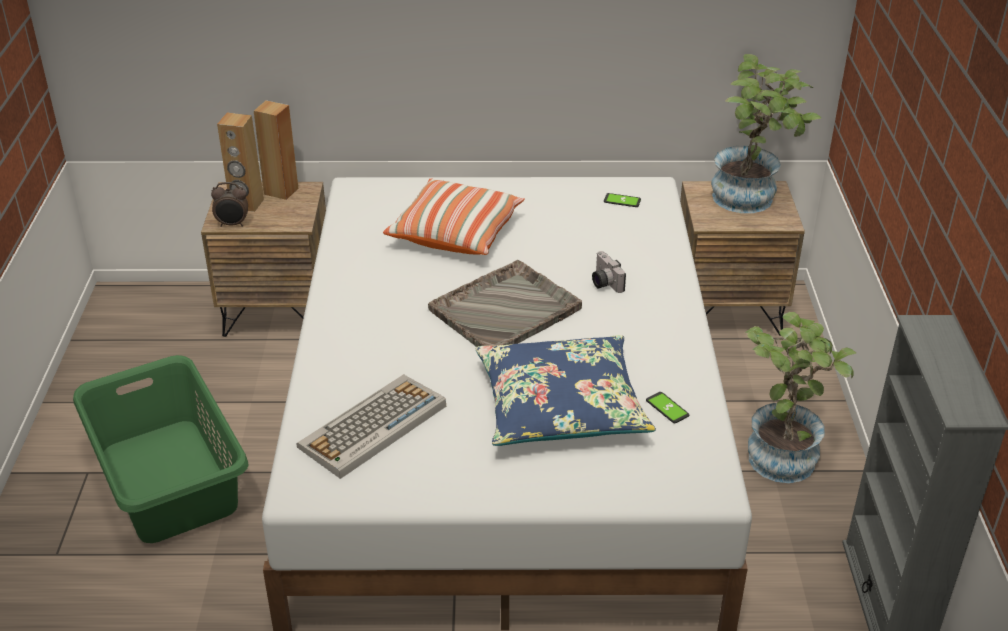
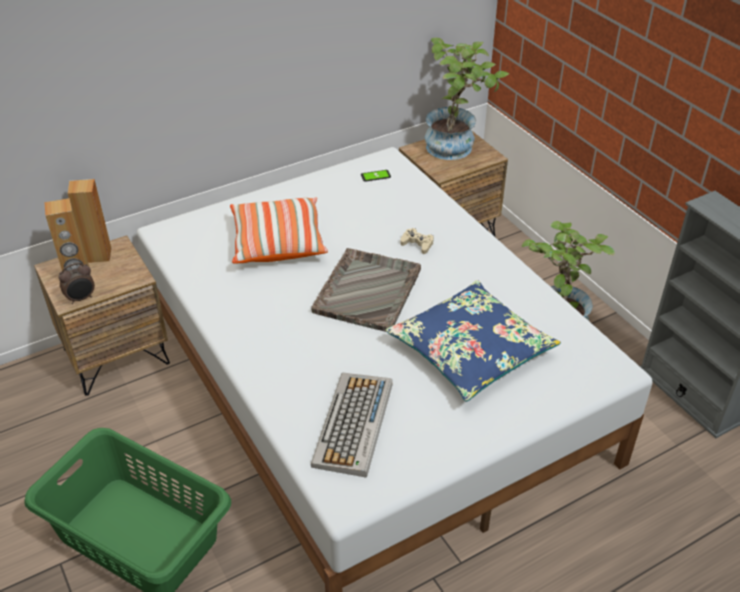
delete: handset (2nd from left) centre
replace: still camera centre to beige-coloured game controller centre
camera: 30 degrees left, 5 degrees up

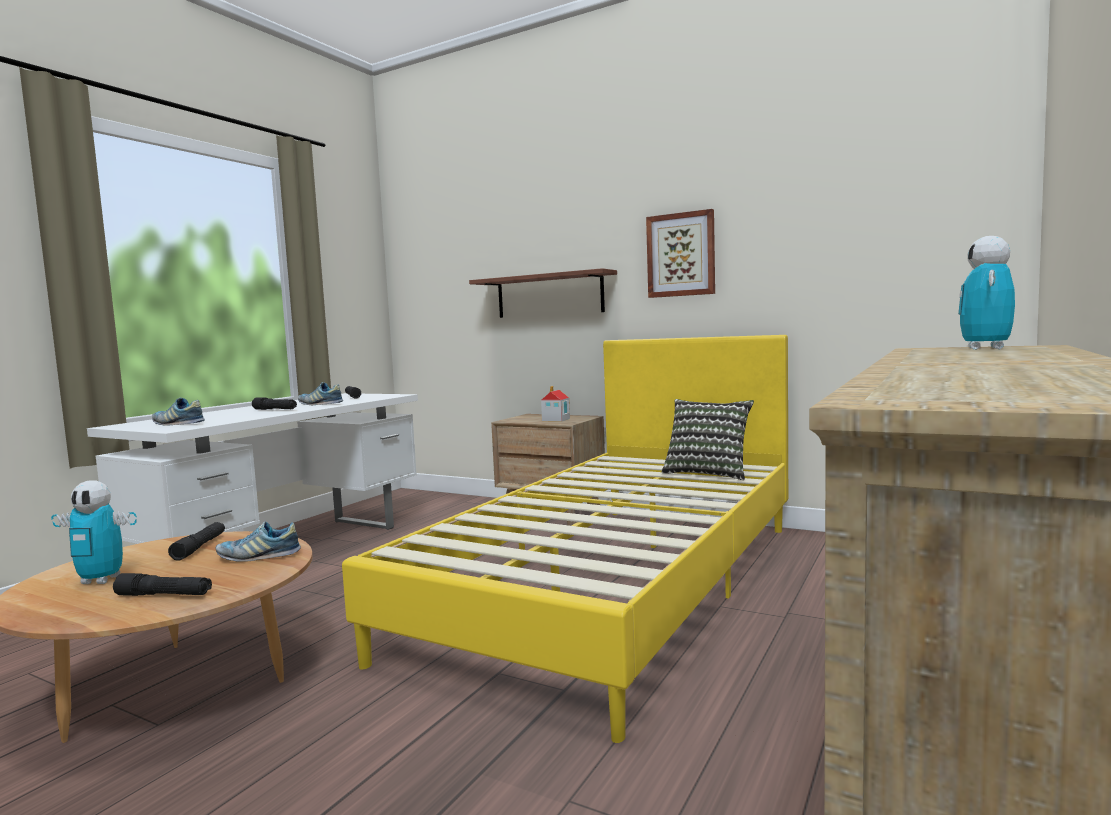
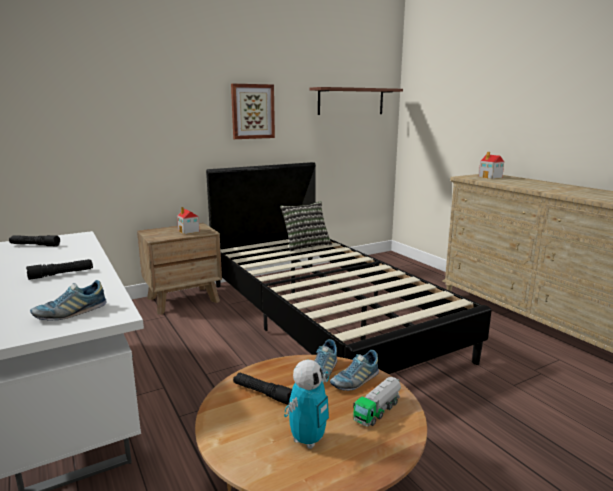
move: low shoe (3rd from left) middle left to bottom centre; shelf centre to top centre
replace: black-coloured hand torch (1st from left) bottom left to toy truck bottom centre; robot figure (2nd from left) middle right to toy house (2nd from left) middle right
recolor: yellowish sleeping bed centre to black-coloured sleeping bed centre
camera: 60 degrees left, 10 degrees up

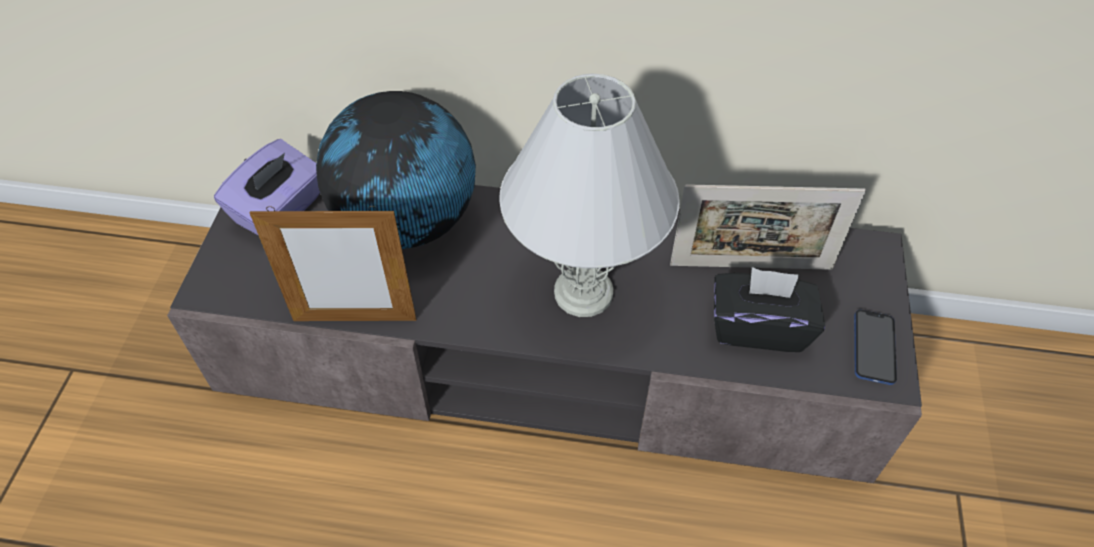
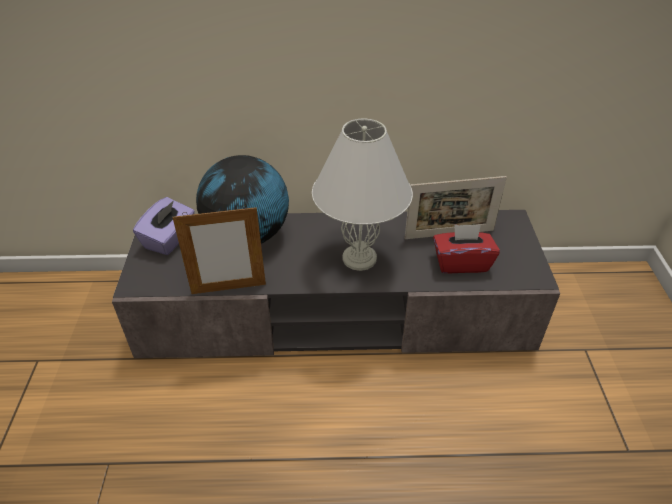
delete: handset middle right
recolor: black-coloured tissue box middle right to reddish tissue box middle right
camera: 10 degrees left, 10 degrees down

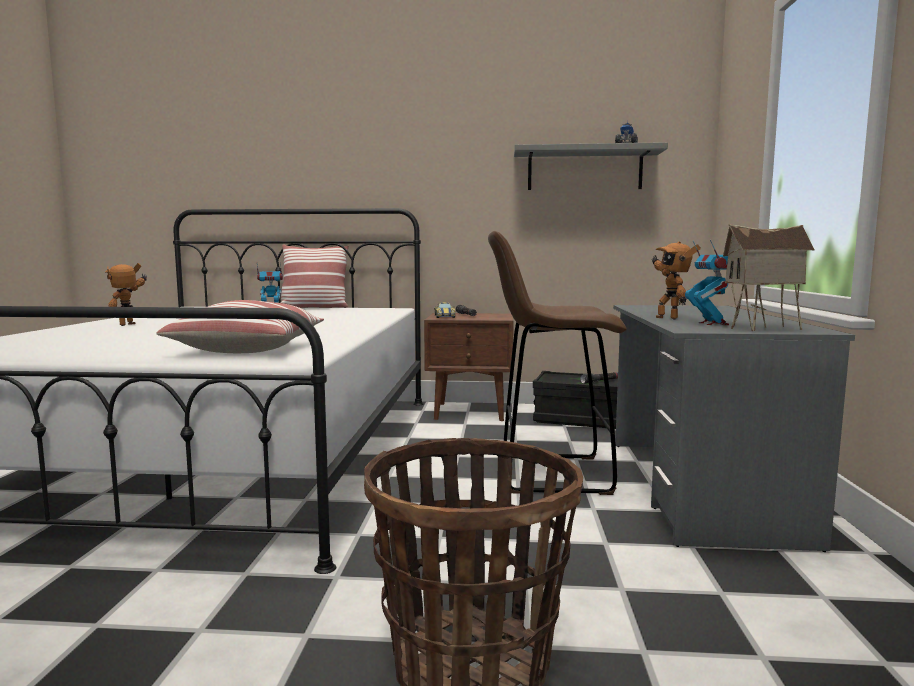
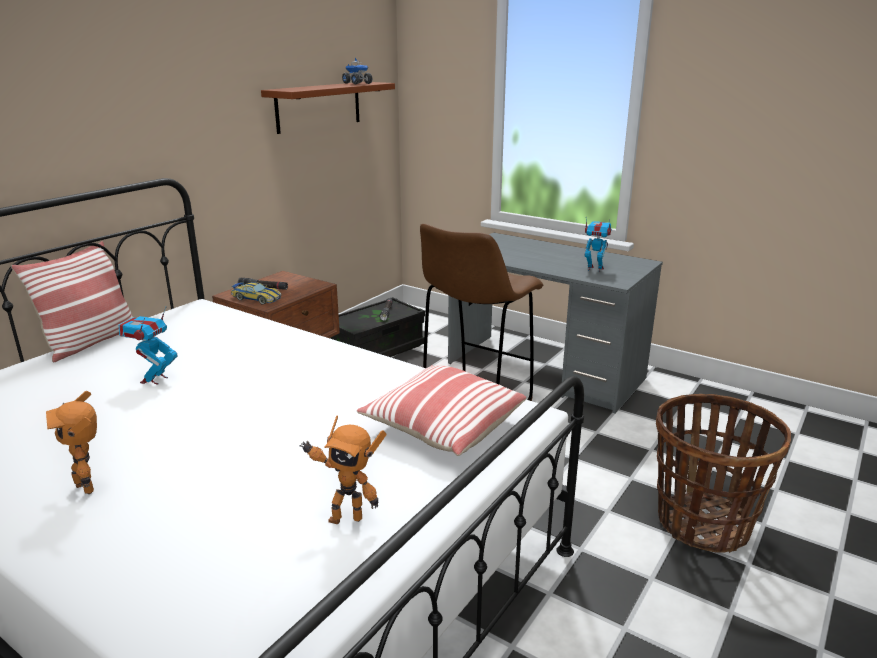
delete: toy house middle right
move: robot figure (3rd from left) middle right to bottom centre
recolor: grey shelf top centre to brown-coloured shelf top centre
camera: 60 degrees left, 15 degrees up

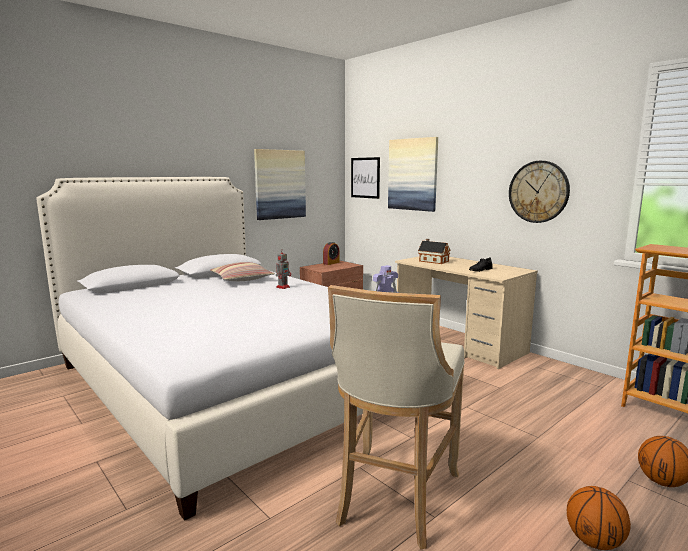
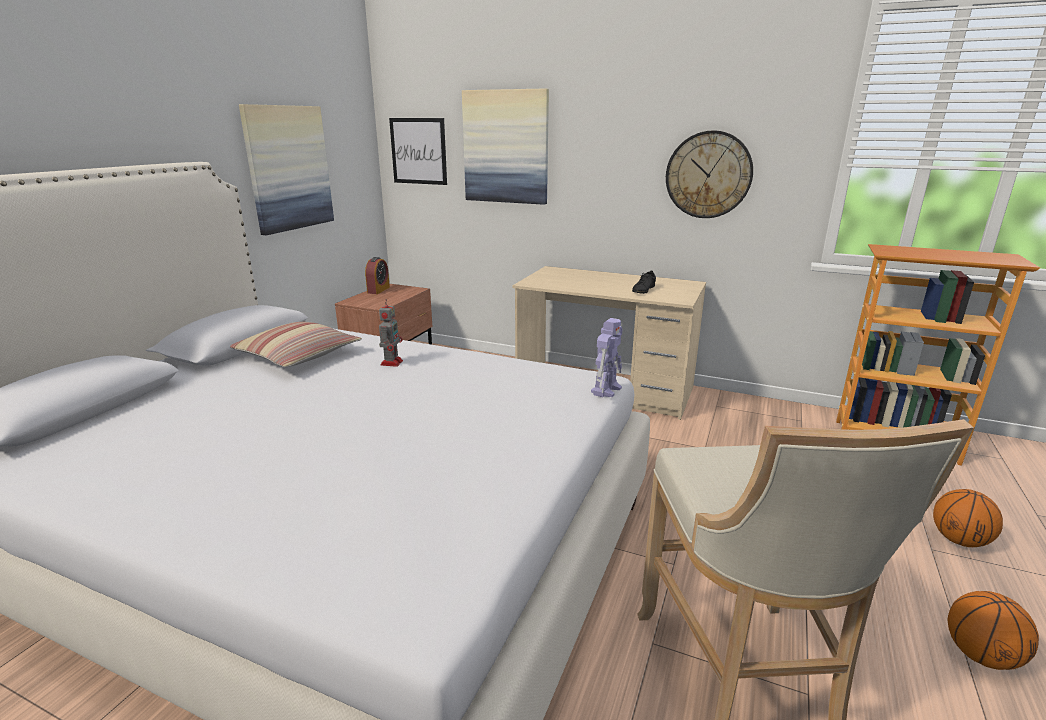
delete: toy house centre
camera: 25 degrees left, 10 degrees up

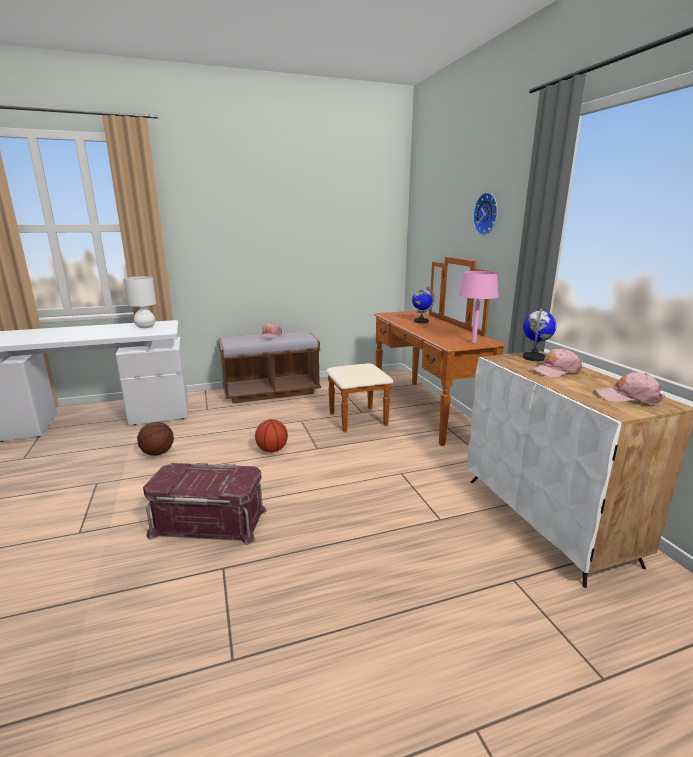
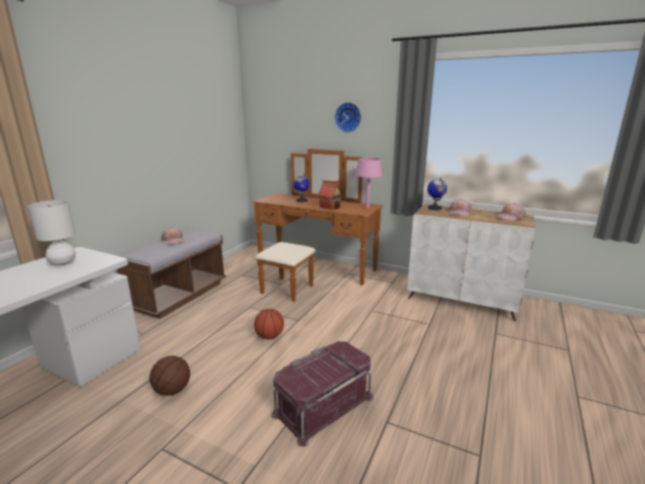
insert: toy house centre
camera: 45 degrees left, 0 degrees up

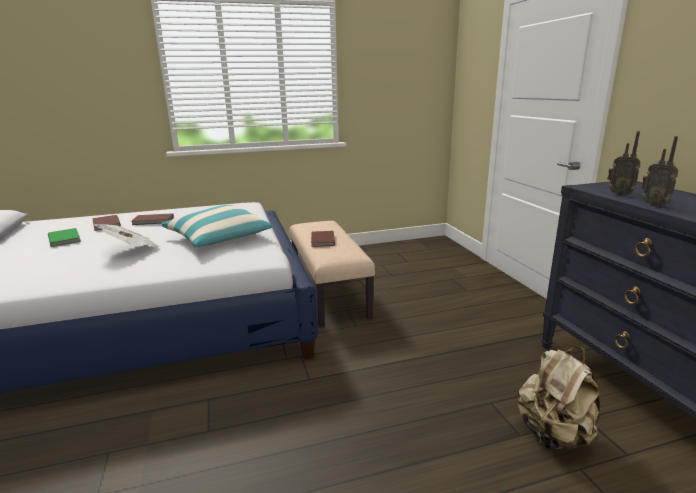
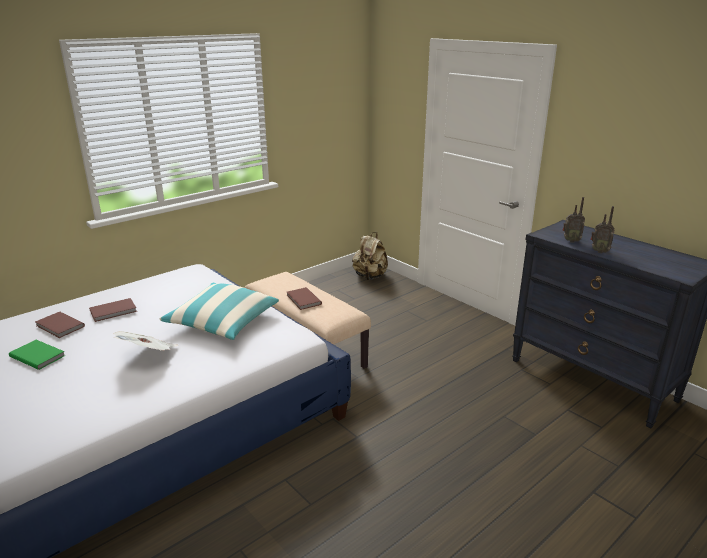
move: beige-coloured backpack bottom right to centre
camera: 25 degrees left, 5 degrees up

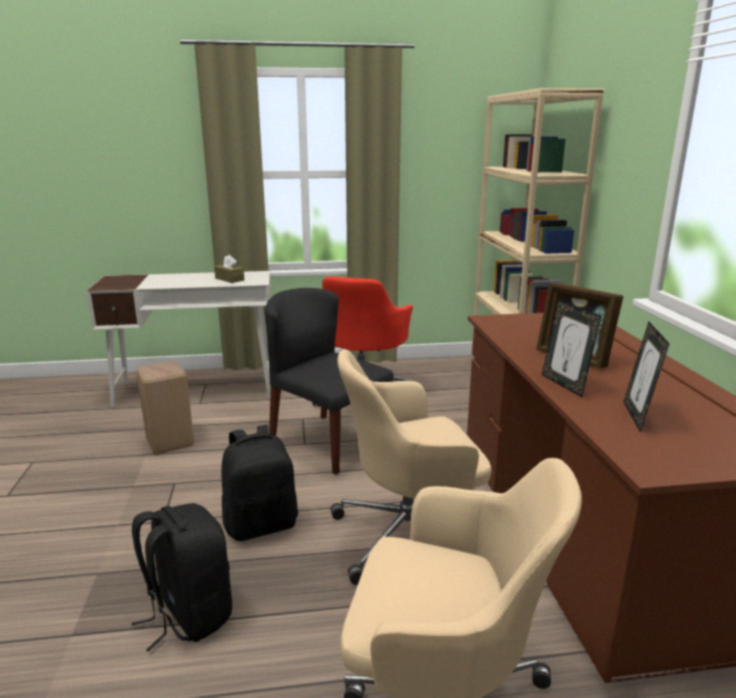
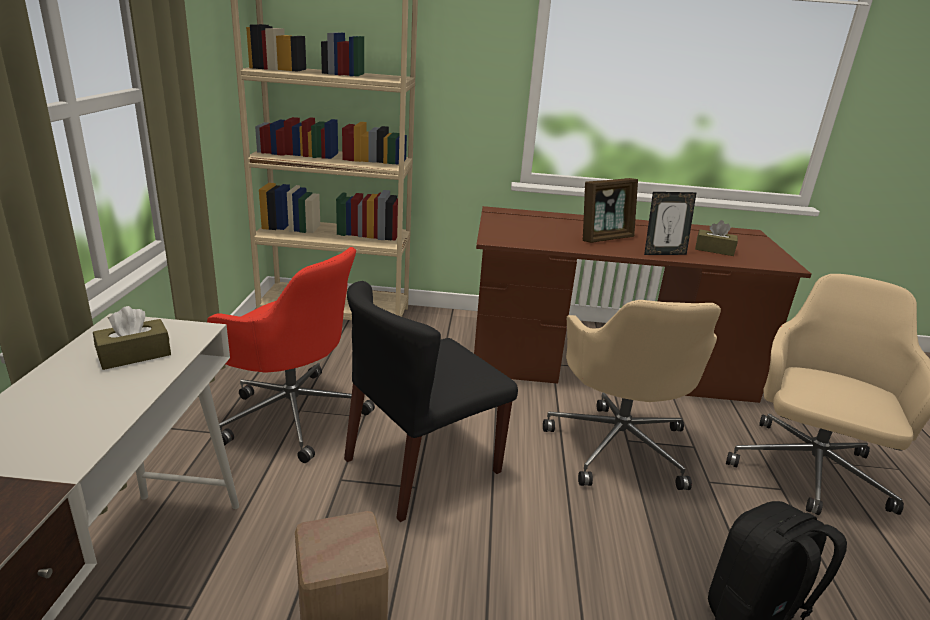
delete: black-coloured backpack (2nd from left) bottom centre
replace: photo frame (3rd from left) middle right to brown-coloured tissue box (2nd from left) middle right
camera: 80 degrees left, 5 degrees up

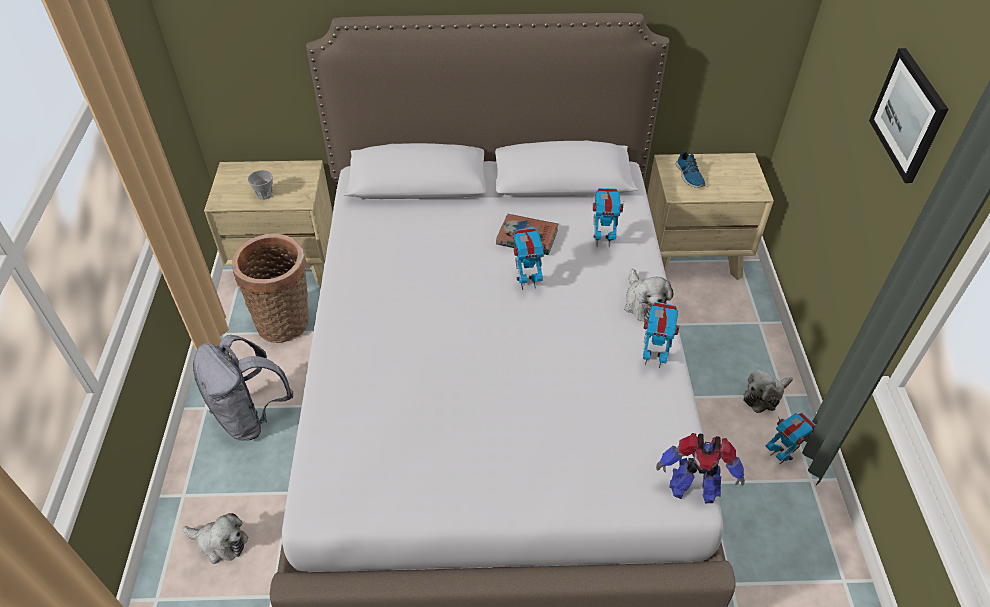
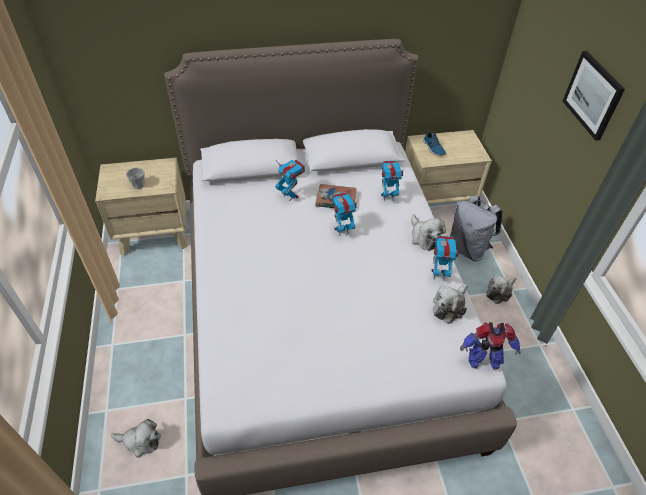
delete: household basket middle left
insert: cuddly toy (3rd from left) middle right
move: grey backpack middle left to middle right; robot figure (5th from left in the first image) bottom right to robot figure (1st from left) centre
camera: 10 degrees left, 0 degrees up

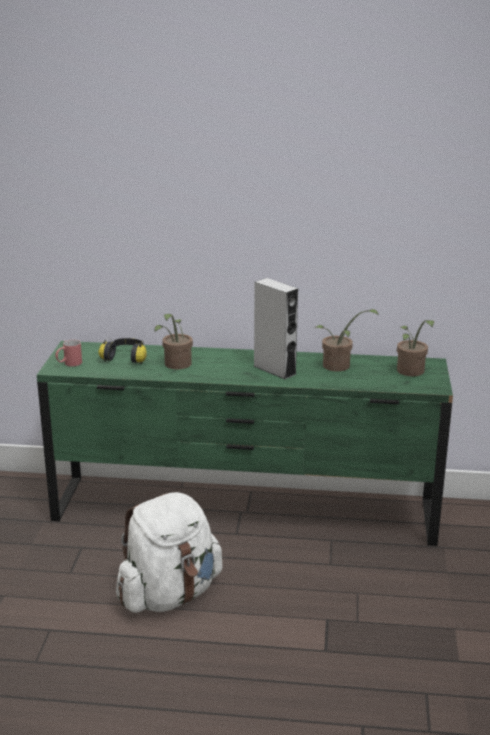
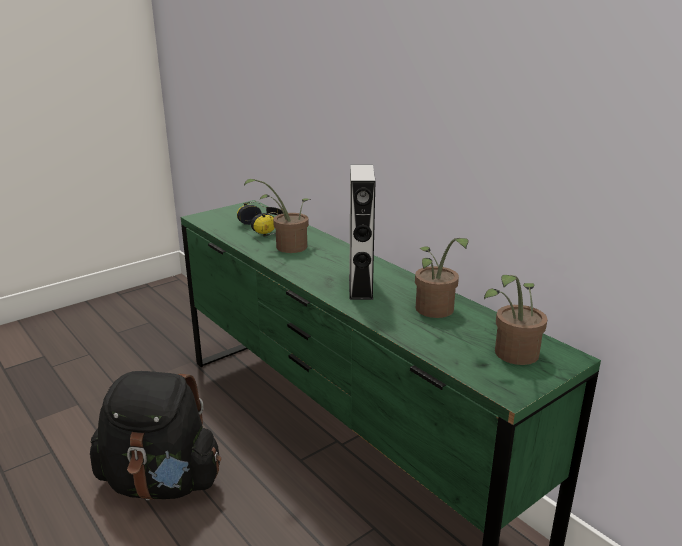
delete: reddish coffee mug middle left
recolor: white-coloured backpack bottom centre to black-coloured backpack bottom left
camera: 45 degrees right, 0 degrees up

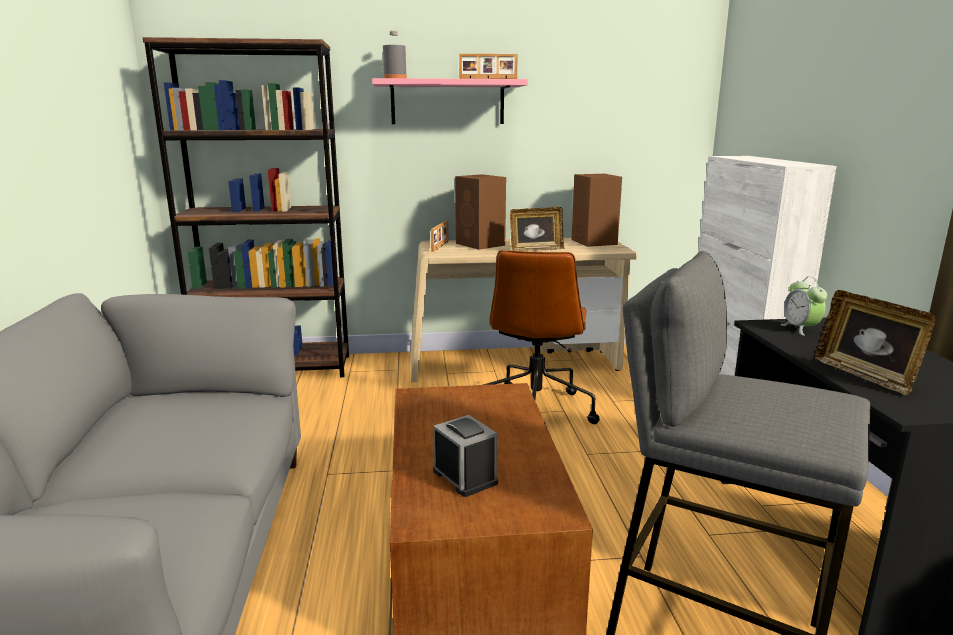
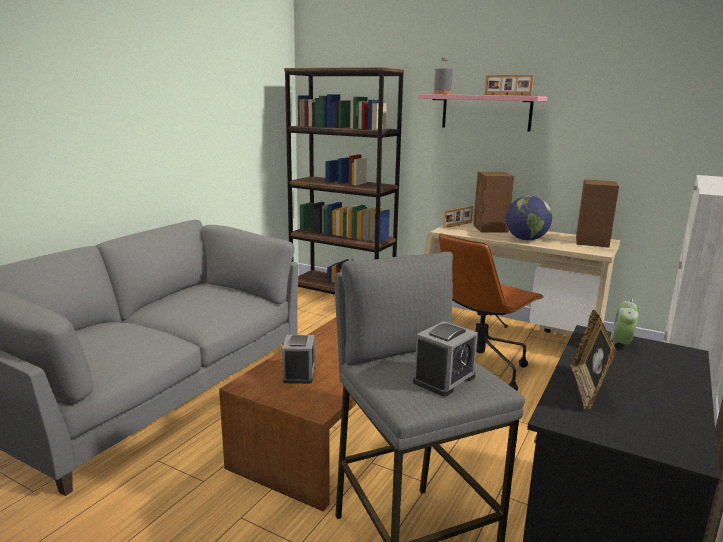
insert: table clock (2nd from left) centre
replace: photo frame (3rd from left) centre to world globe middle right
camera: 35 degrees right, 0 degrees up

